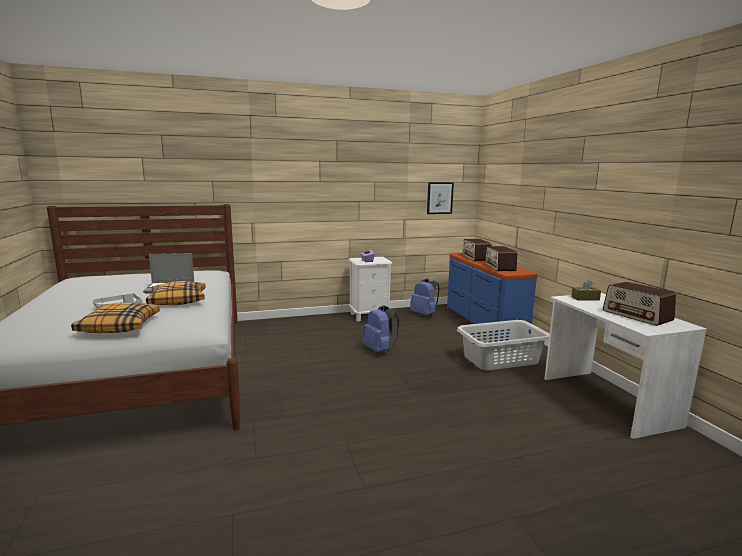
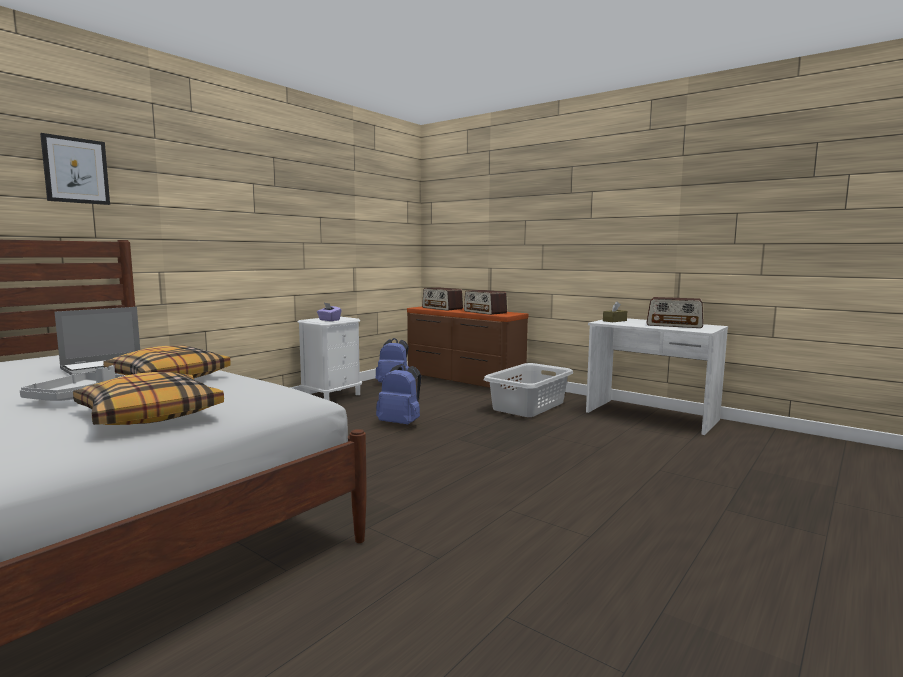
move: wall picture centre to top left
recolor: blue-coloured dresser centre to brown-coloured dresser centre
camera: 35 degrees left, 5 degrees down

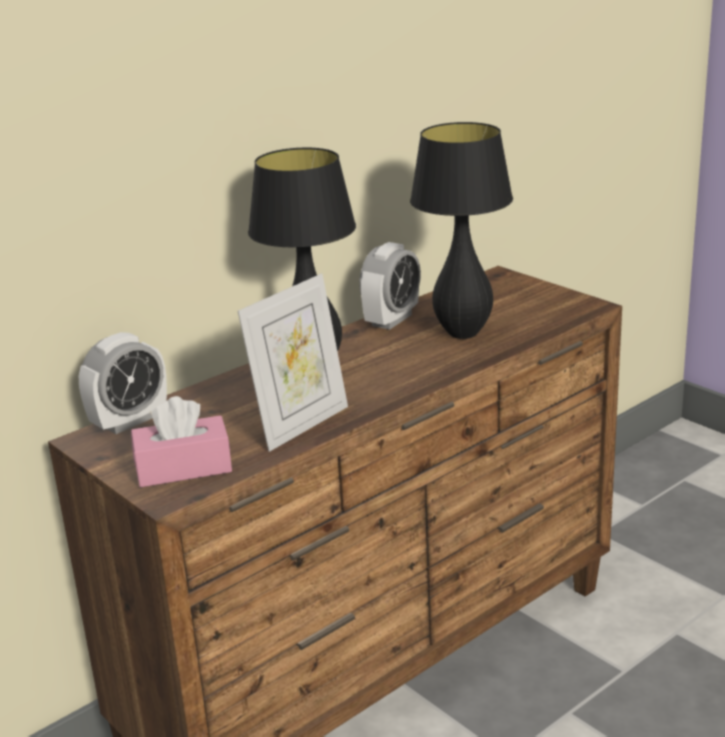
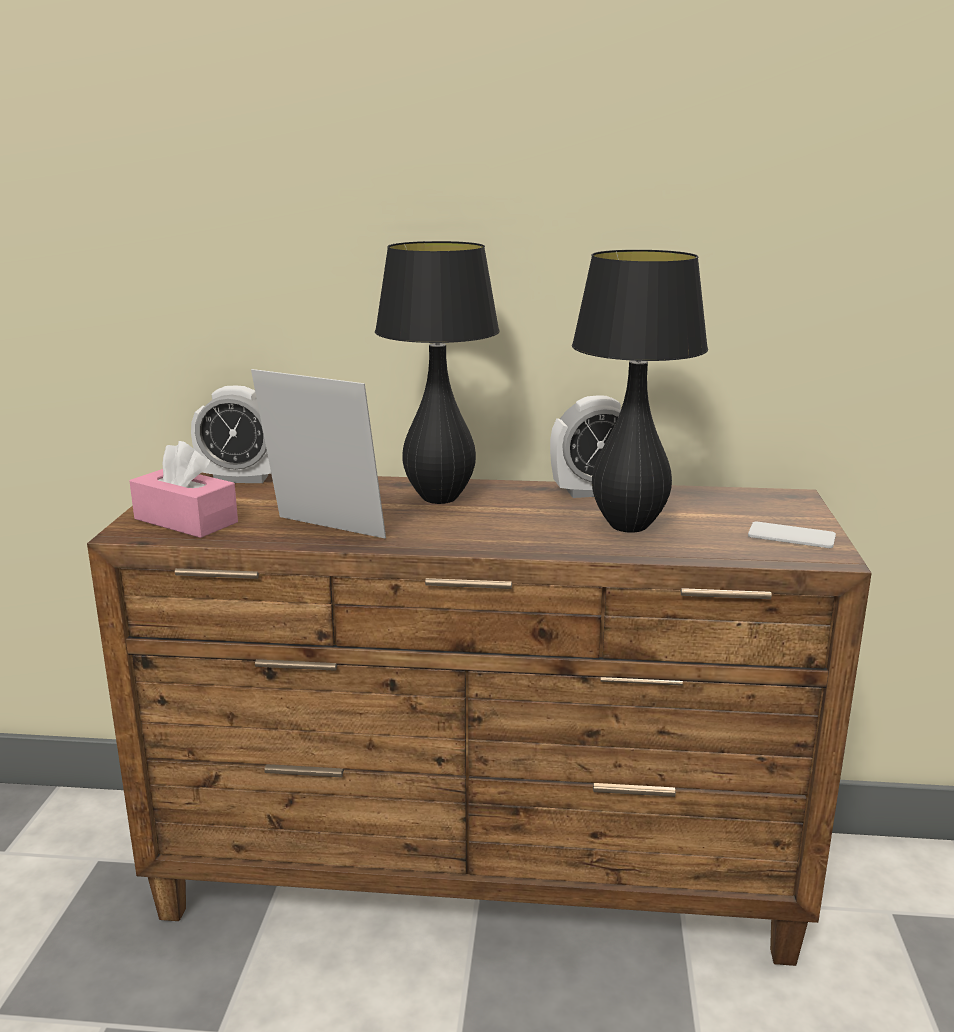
insert: handset middle right
rotate: photo frame centre = centre 150 degrees counterclockwise
camera: 45 degrees right, 5 degrees down

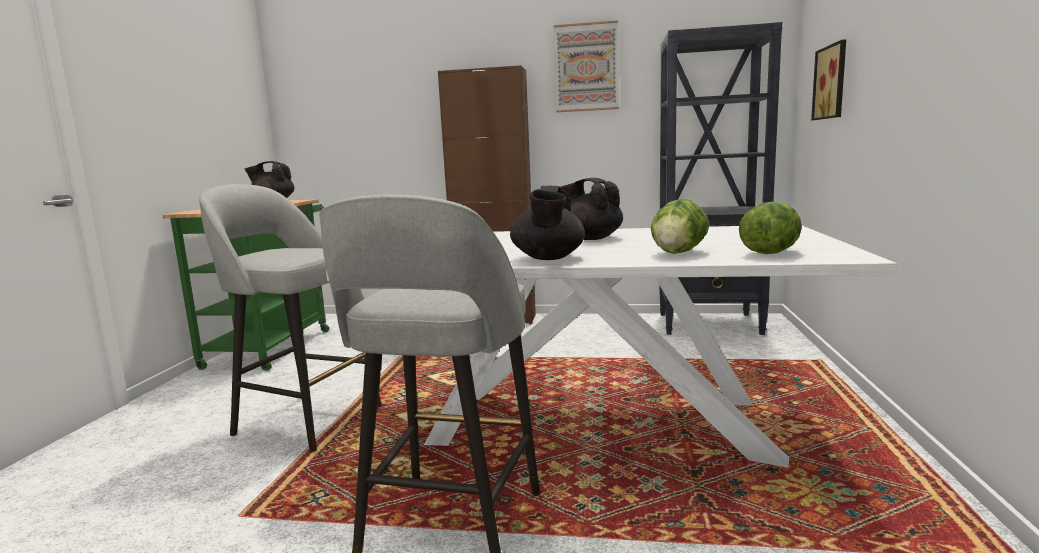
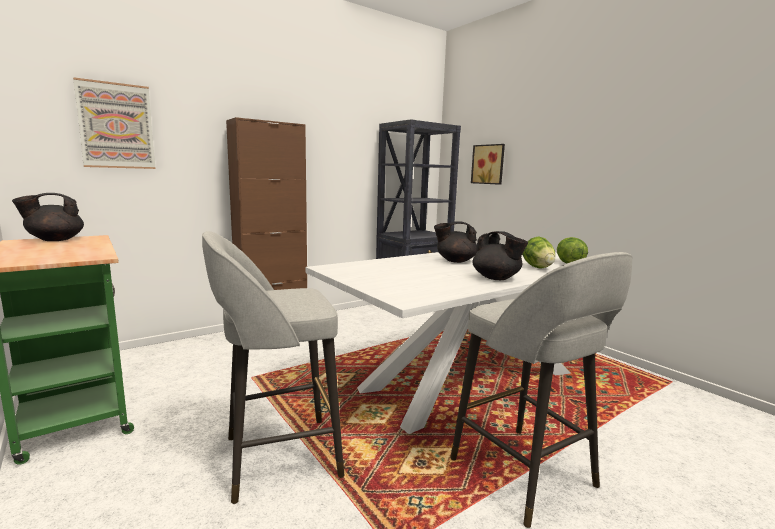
move: wall picture (1st from left) top centre to top left
camera: 45 degrees left, 0 degrees up

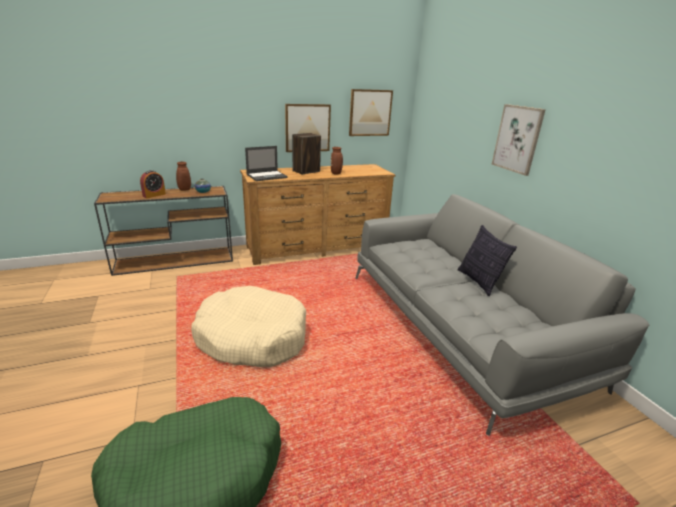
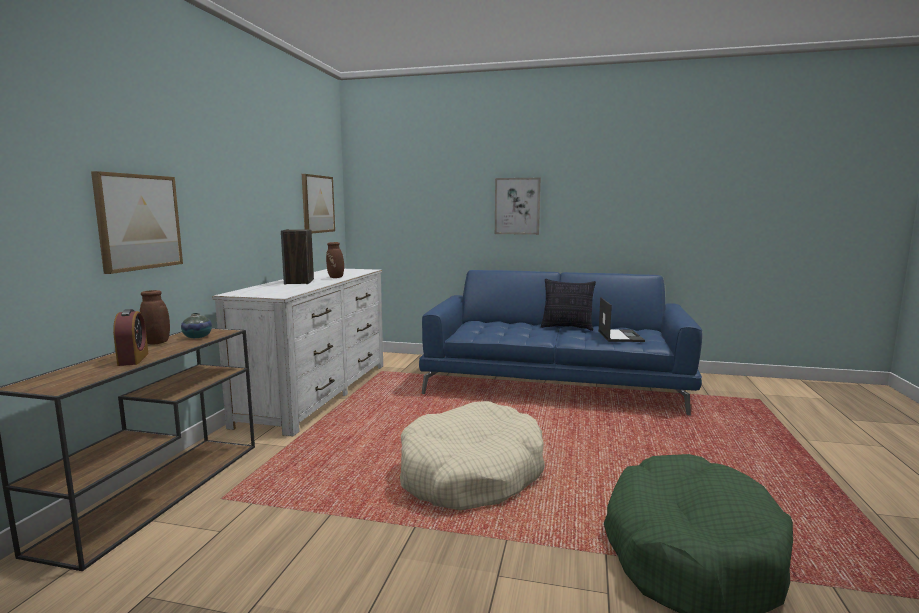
move: notebook computer top centre to middle right; wall picture (1st from left) top centre to middle left
recolor: brown-coloured dresser centre to white-coloured dresser middle left; grey sofa middle right to blue-coloured sofa centre
camera: 55 degrees left, 15 degrees down

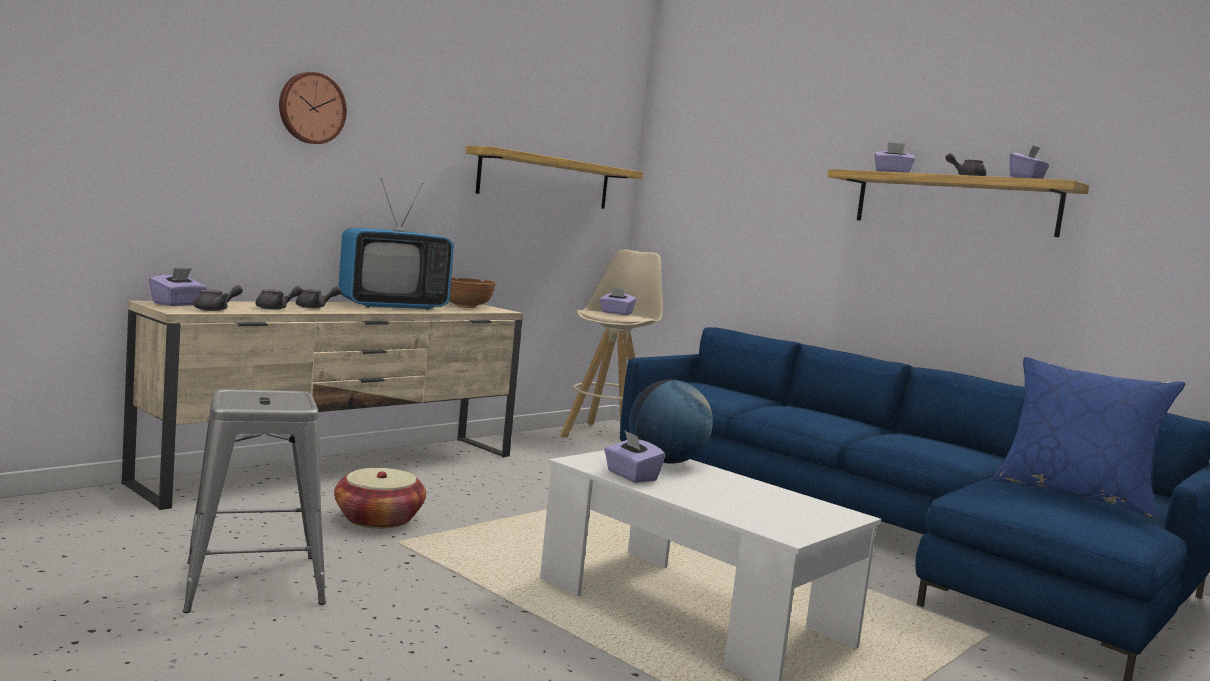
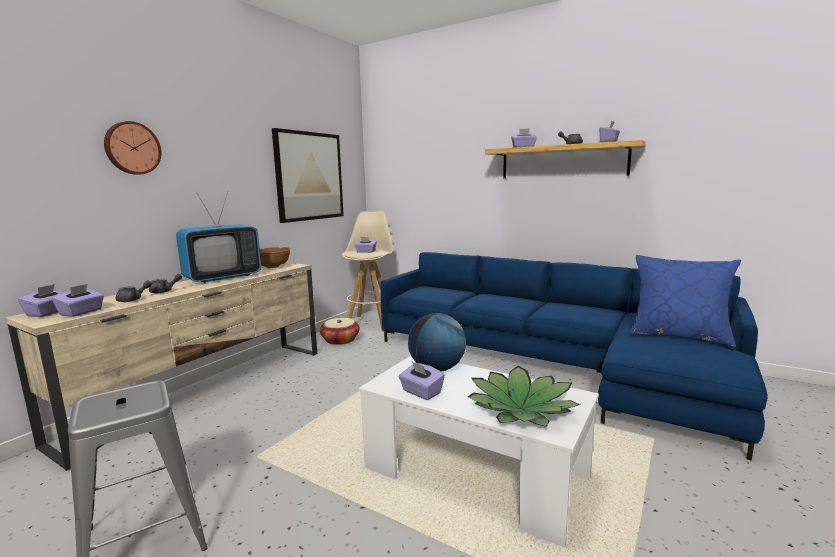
insert: potted plant bottom centre
move: household basket bottom left to centre
replace: grey teapot (1st from left) middle left to purple tissue box (2nd from left) middle left; shelf (1st from left) top centre to wall picture top centre
camera: 10 degrees left, 5 degrees up

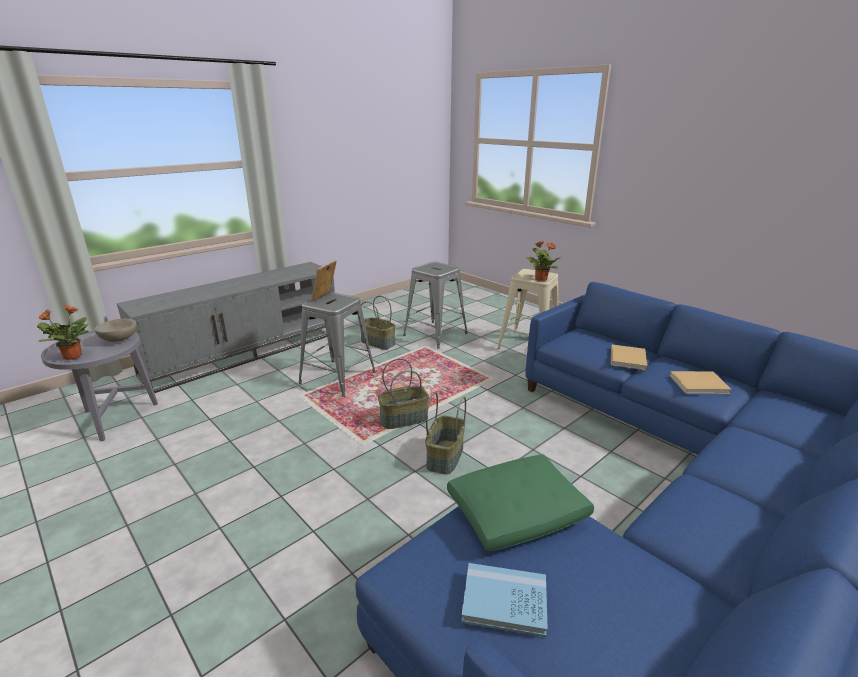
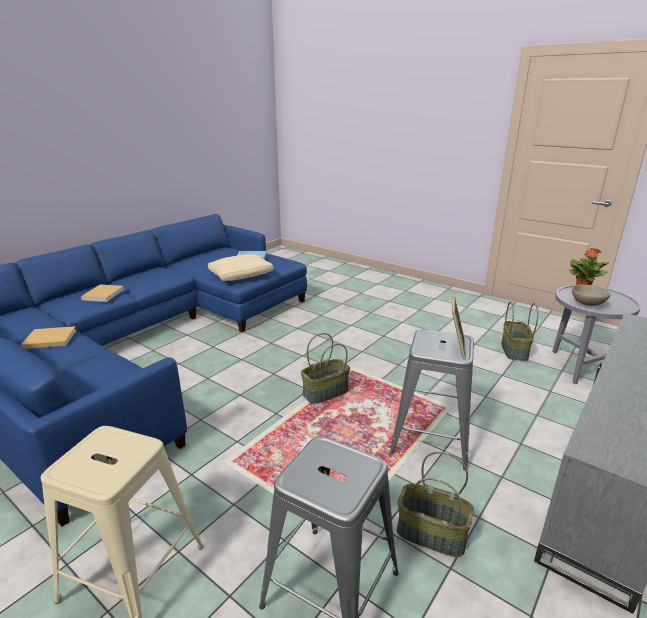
delete: potted plant (2nd from left) centre
move: household basket (3rd from left) centre to middle right; beige-coloured book (1st from left in the first image) middle right to beige-coloured book (2nd from left) middle left
recolor: green-coloured cushion bottom centre to beige-coloured cushion centre
camera: 170 degrees right, 0 degrees up

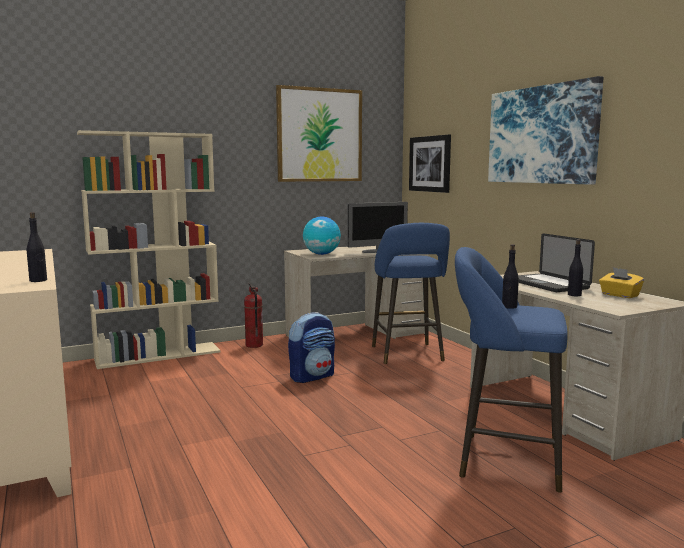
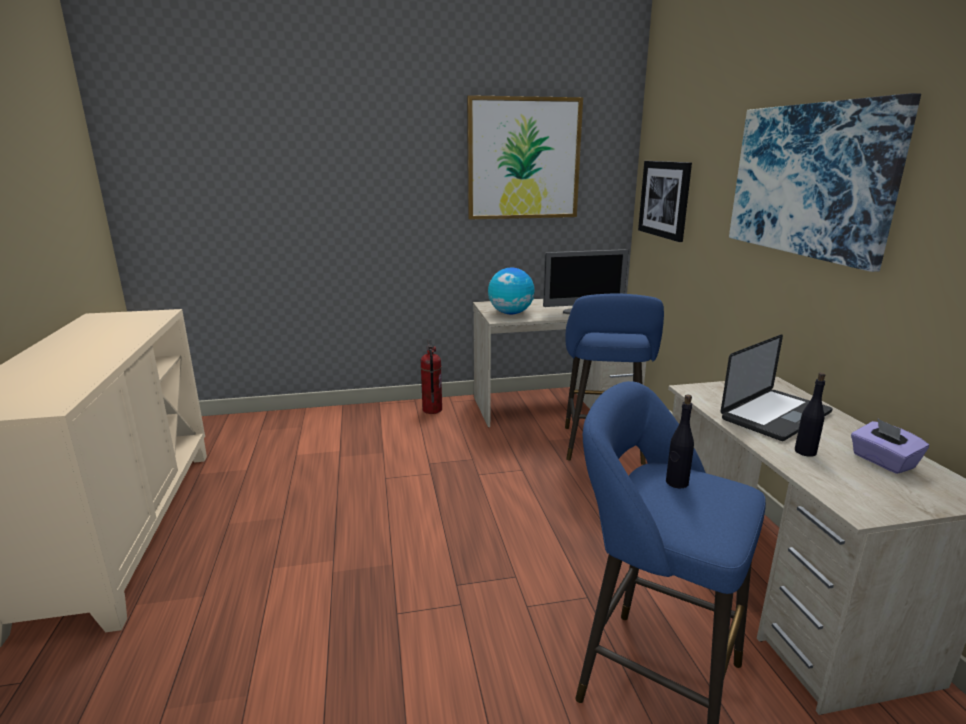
delete: black-coloured drink bottle (1st from left) middle left; beige-coloured bookcase middle left; backpack centre
recolor: yellowish tissue box middle right to purple tissue box middle right
rotate: notebook computer middle right = middle right 120 degrees counterclockwise
camera: 15 degrees right, 10 degrees up

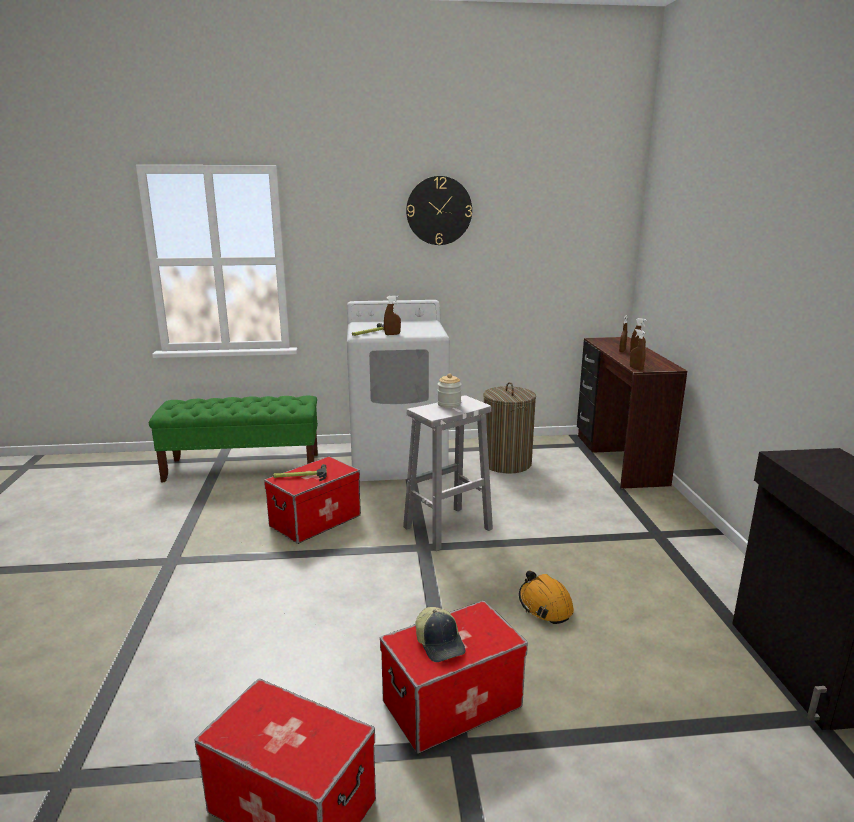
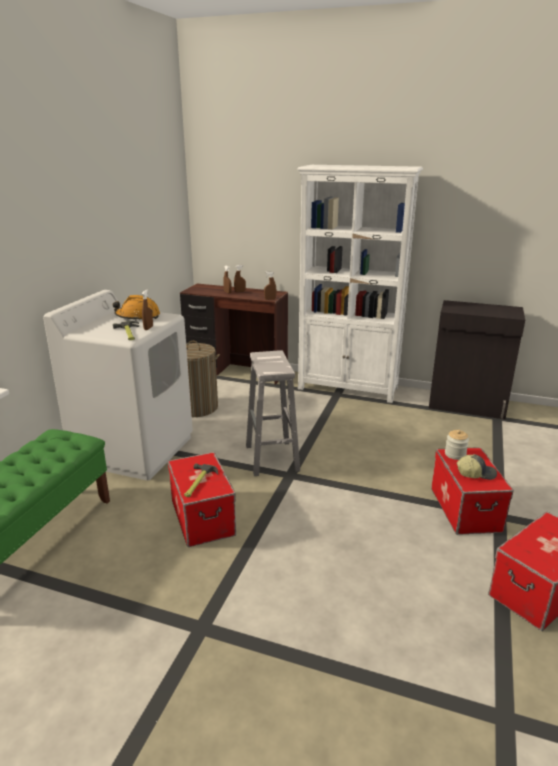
delete: wall clock top centre
insert: white-coloured bookcase centre
move: storage jar centre to middle right; orange-coloured safety helmet bottom centre to middle left
camera: 65 degrees left, 5 degrees up

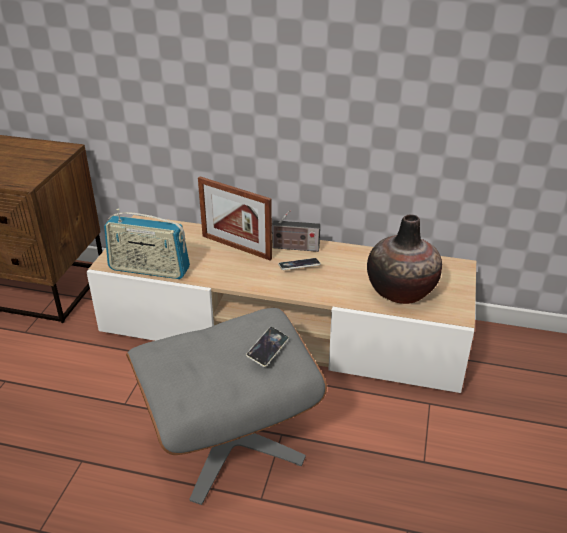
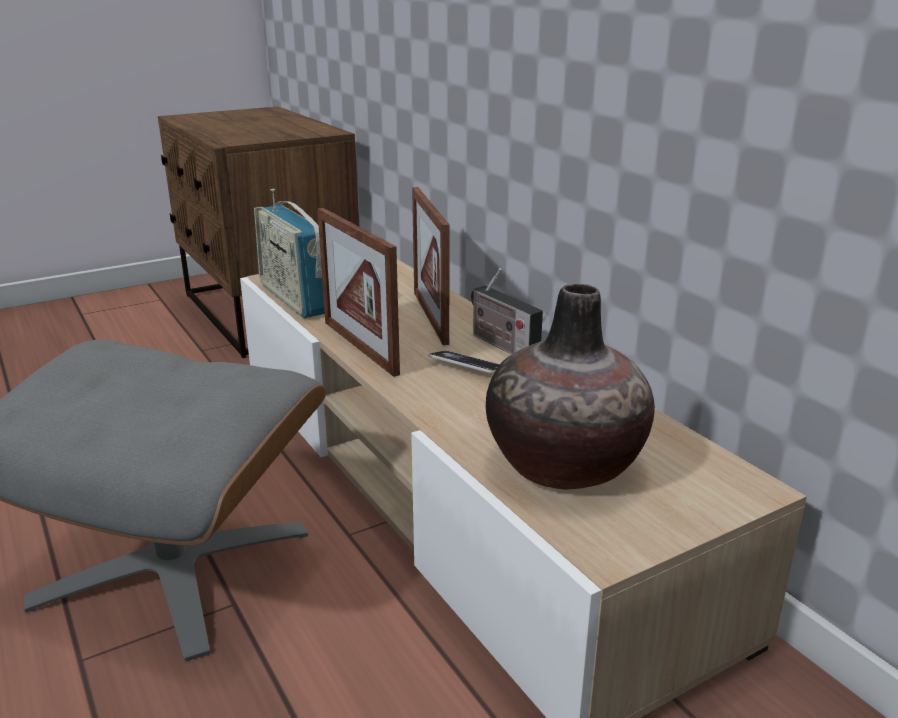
delete: handset (1st from left) centre
insert: photo frame (1st from left) centre
camera: 45 degrees right, 10 degrees down

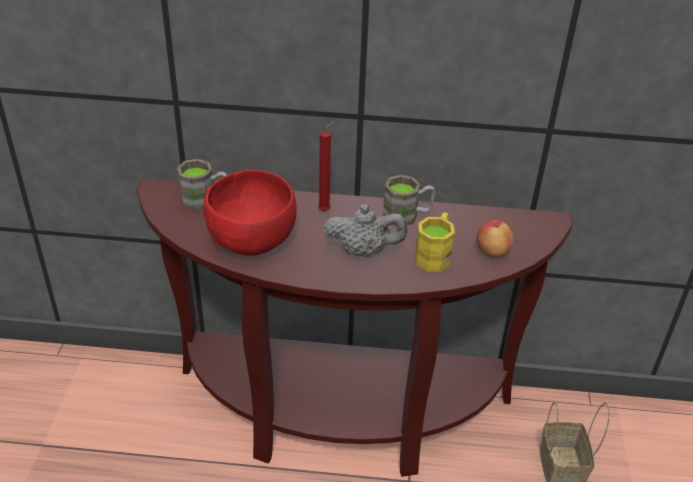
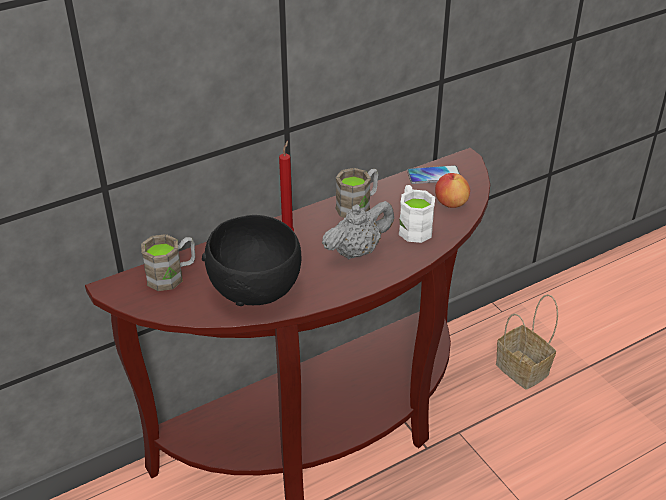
insert: handset centre
recolor: reddish bowl centre to black-coloured bowl centre; yellowish coffee mug centre to white-coloured coffee mug centre
camera: 35 degrees left, 0 degrees up

